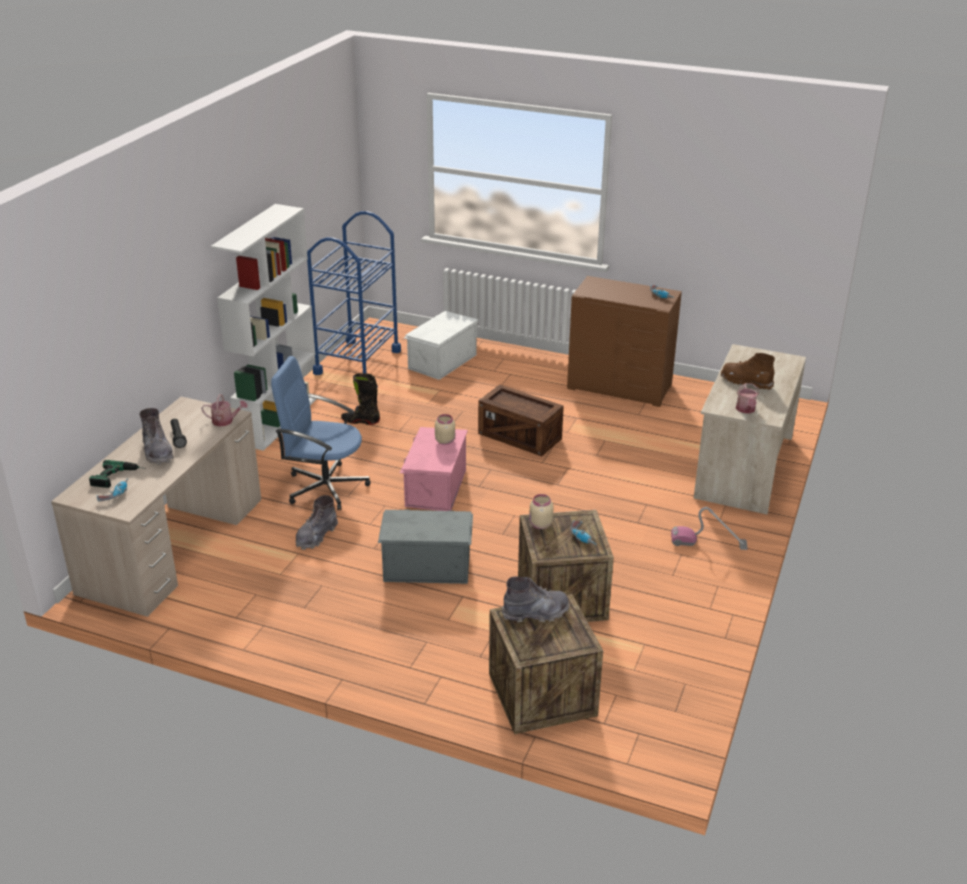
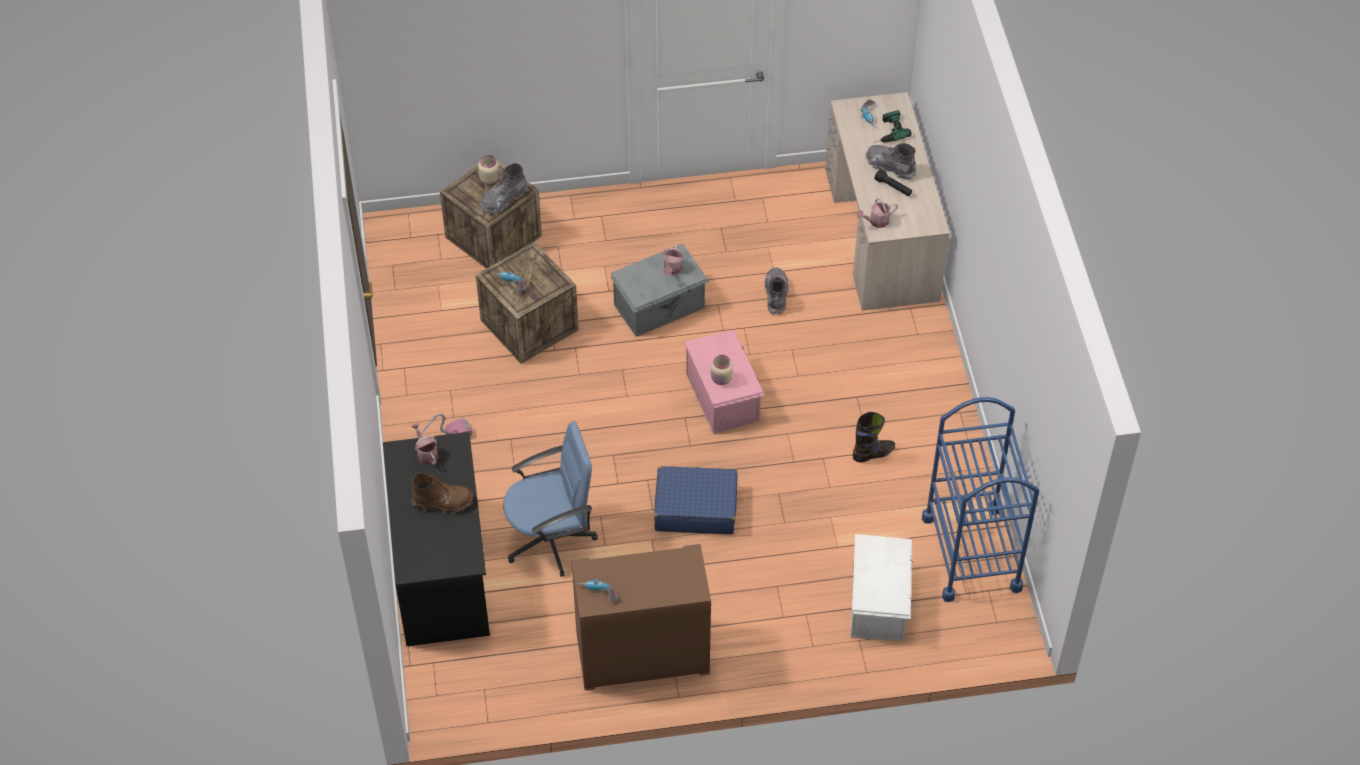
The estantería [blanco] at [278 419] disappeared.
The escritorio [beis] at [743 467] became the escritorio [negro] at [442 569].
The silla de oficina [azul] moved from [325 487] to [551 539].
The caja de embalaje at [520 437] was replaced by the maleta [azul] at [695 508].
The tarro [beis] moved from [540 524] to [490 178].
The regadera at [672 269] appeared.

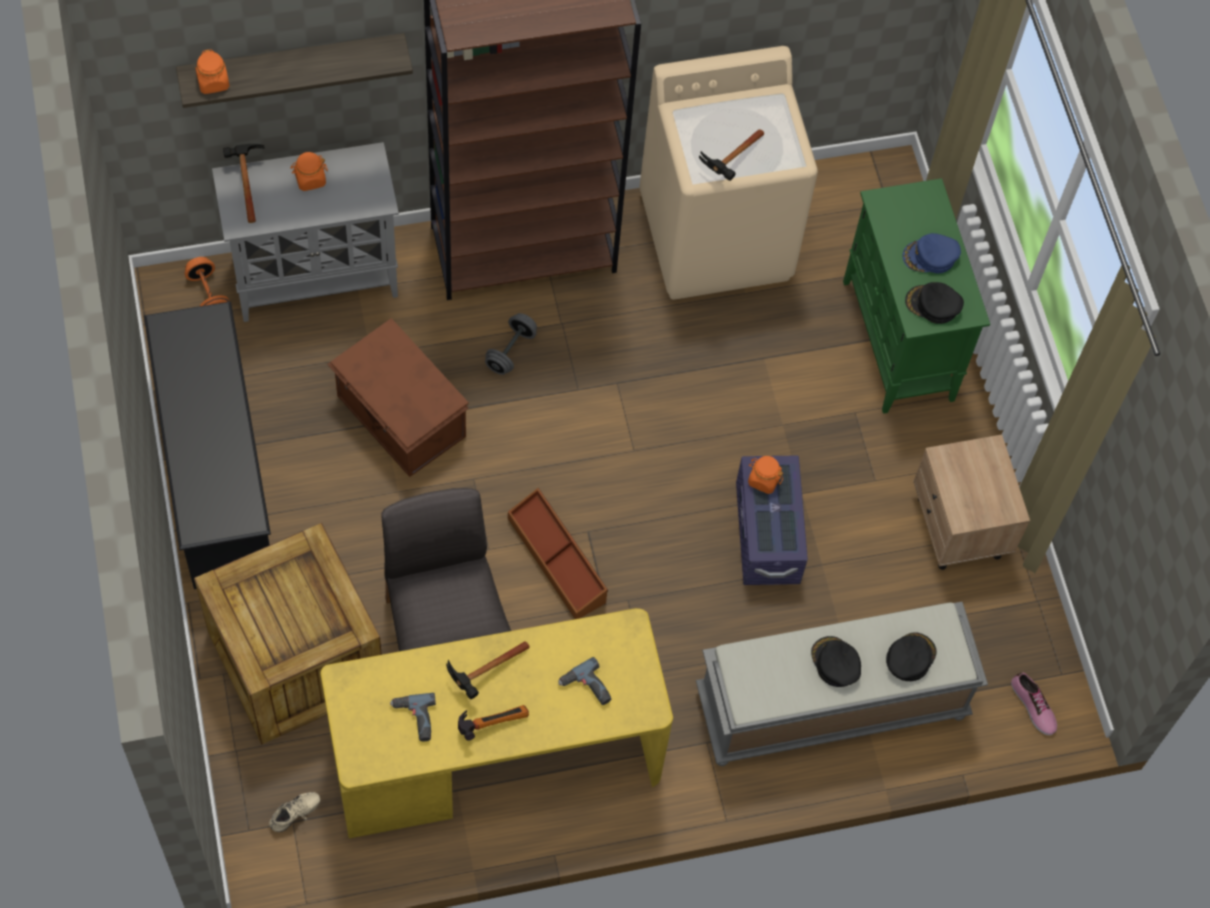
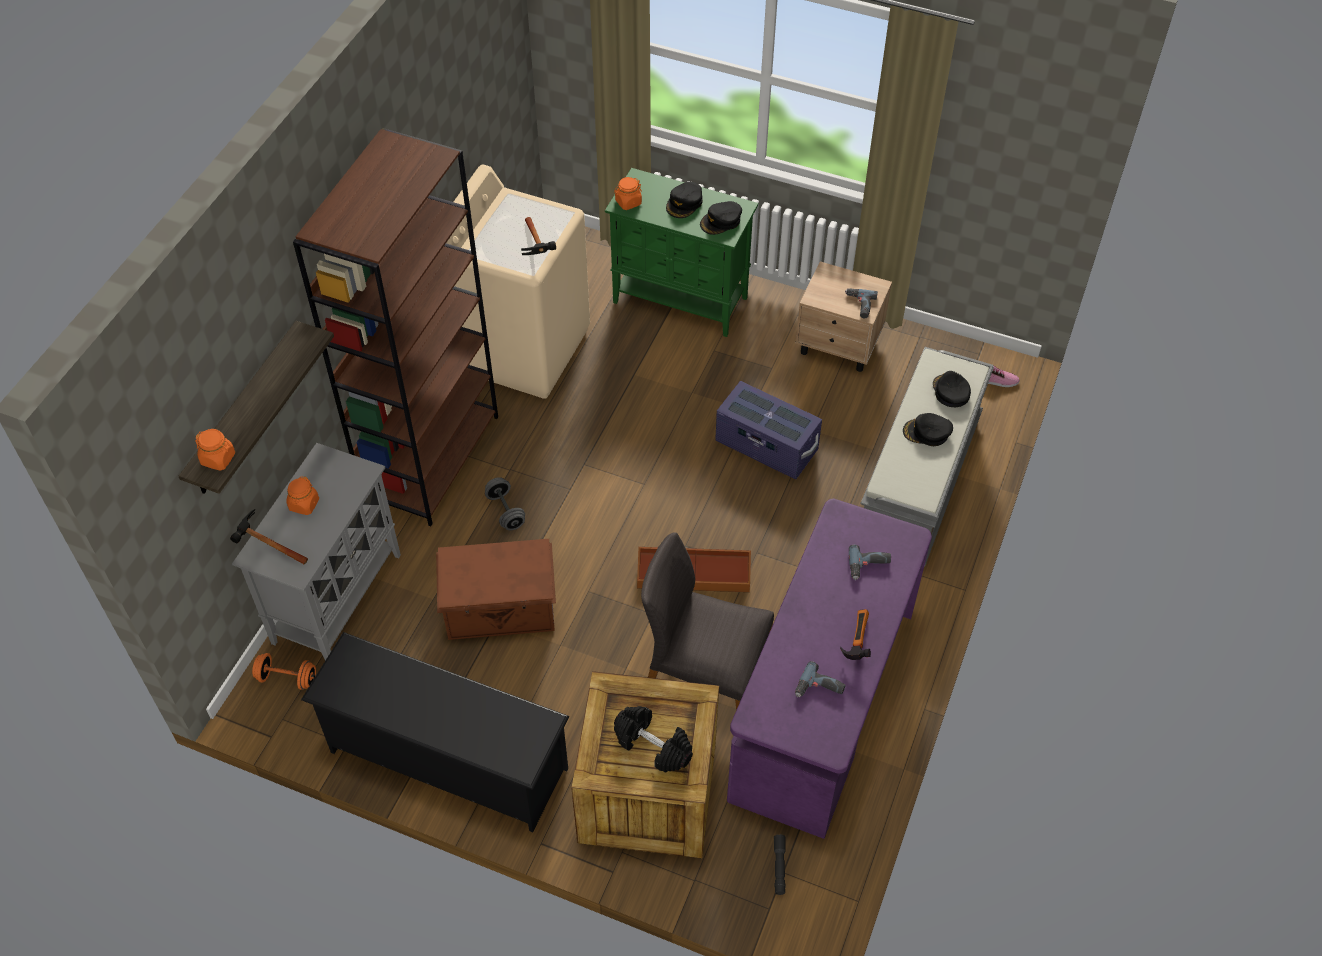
The gorra [azul] at [930 257] became the gorra [negro] at [684 203].
The tarro [naranja] moved from [763 480] to [628 202].
The escritorio [amarillo] at [495 758] became the escritorio [morado] at [823 703].
The martillo at [482 676] disappeared.
The zapato [beis] at [296 815] was replaced by the linterna [gris] at [779 866].
The taladro at [859 305] appeared.
The mancuerna [negro] at [653 746] appeared.

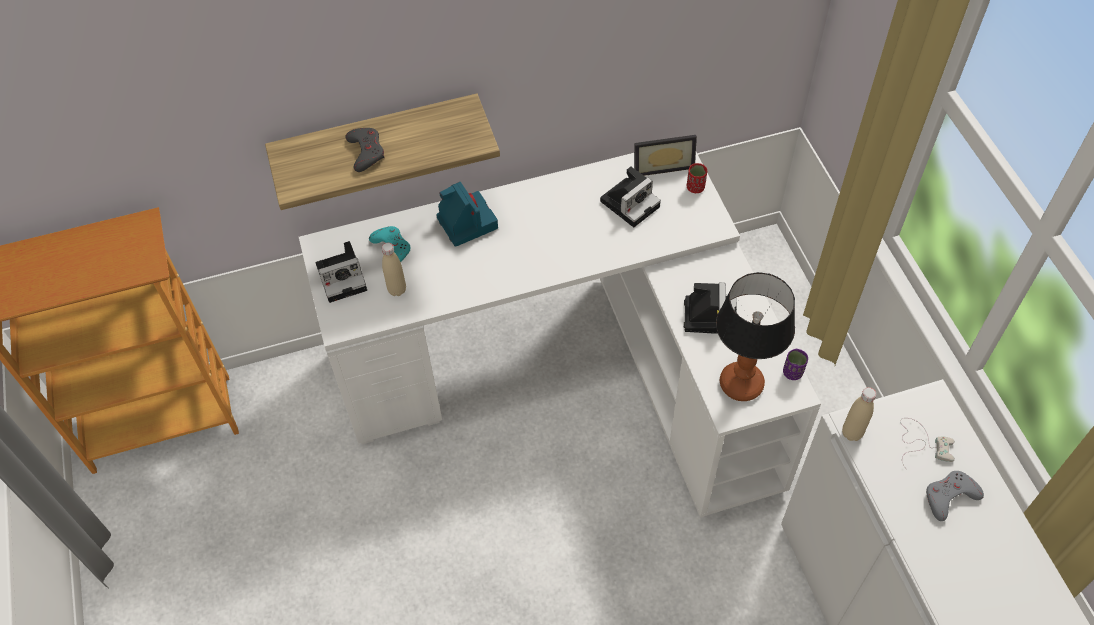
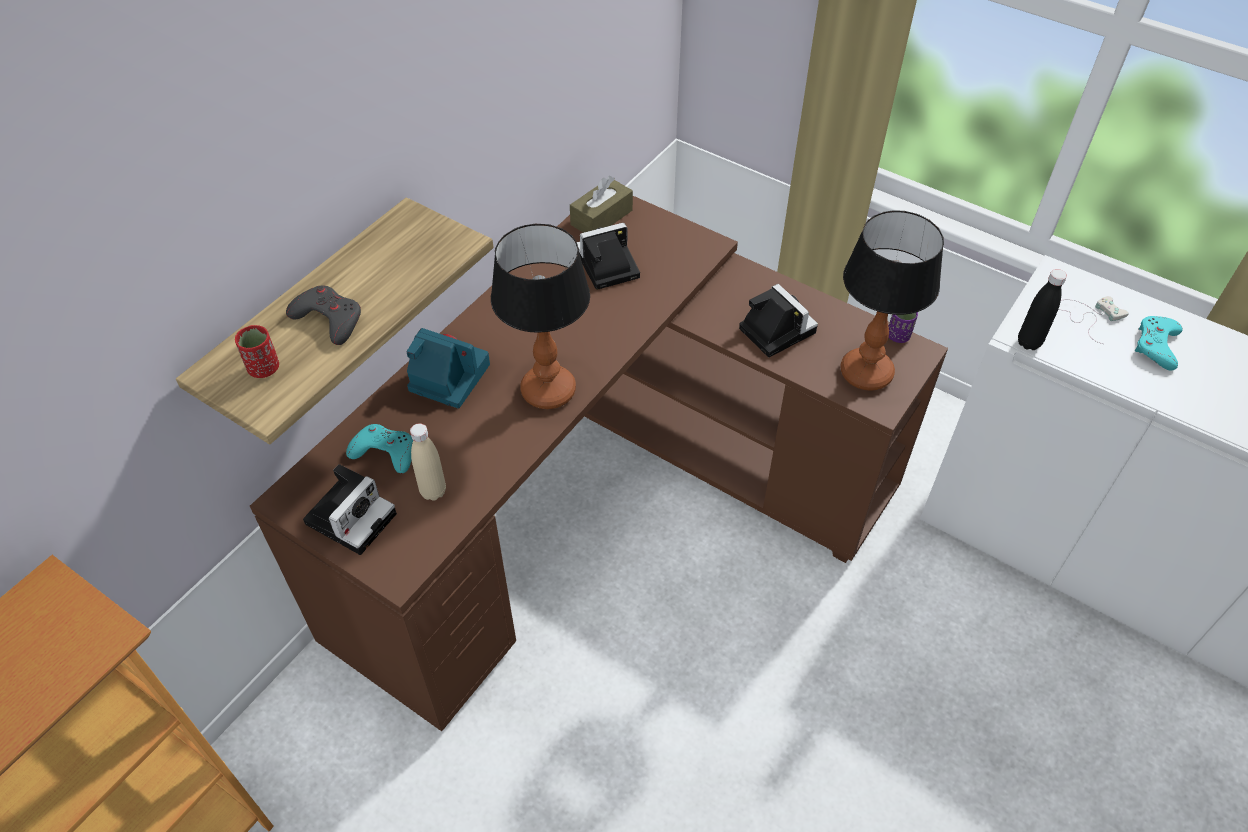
The portarretratos at [662 164] was replaced by the caja de pañuelos [marrón] at [601 217].
The escritorio [blanco] at [573 369] became the escritorio [marrón] at [603 503].
The taza [rojo] moved from [695 187] to [264 368].
The cámara at [630 202] turned 120 degrees counterclockwise.
The botella [beis] at [852 433] became the botella [negro] at [1029 342].
The mando de consola [gris] at [949 497] became the mando de consola [turquesa] at [1156 346].
The lámpara de mesa at [547 391] appeared.

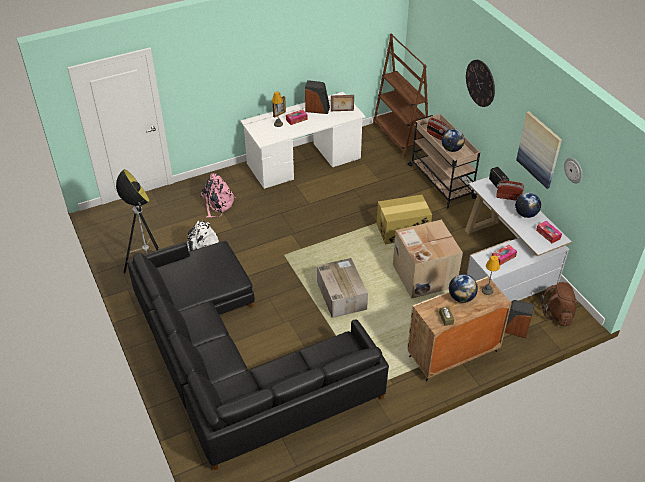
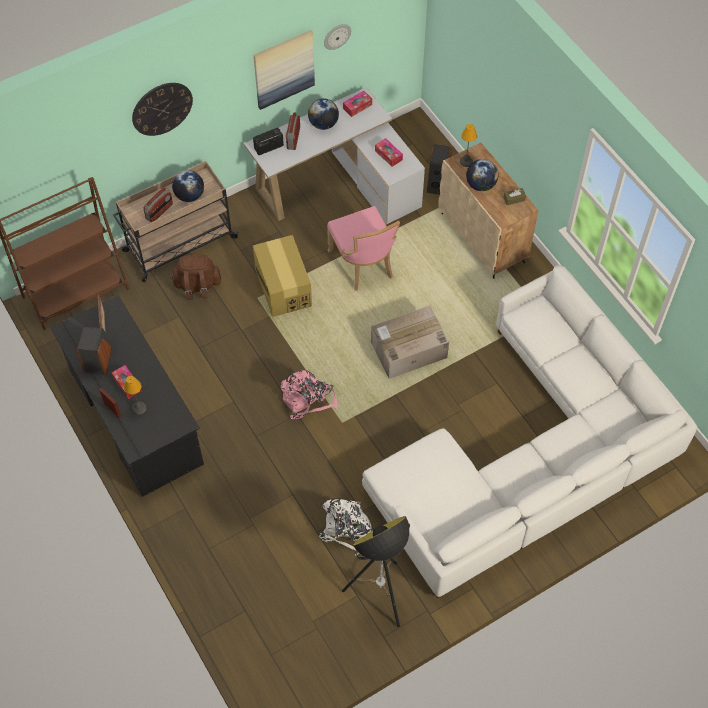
The escritorio [blanco] at [303 161] became the escritorio [negro] at [135 417].
The mochila [rosa] moved from [217 204] to [307 399].
The caja de cartón at [423 275] was replaced by the silla [rosa] at [363 265].
The sofá [negro] at [235 361] became the sofá [blanco] at [530 455].
The mochila [marrón] moved from [558 314] to [197 286].

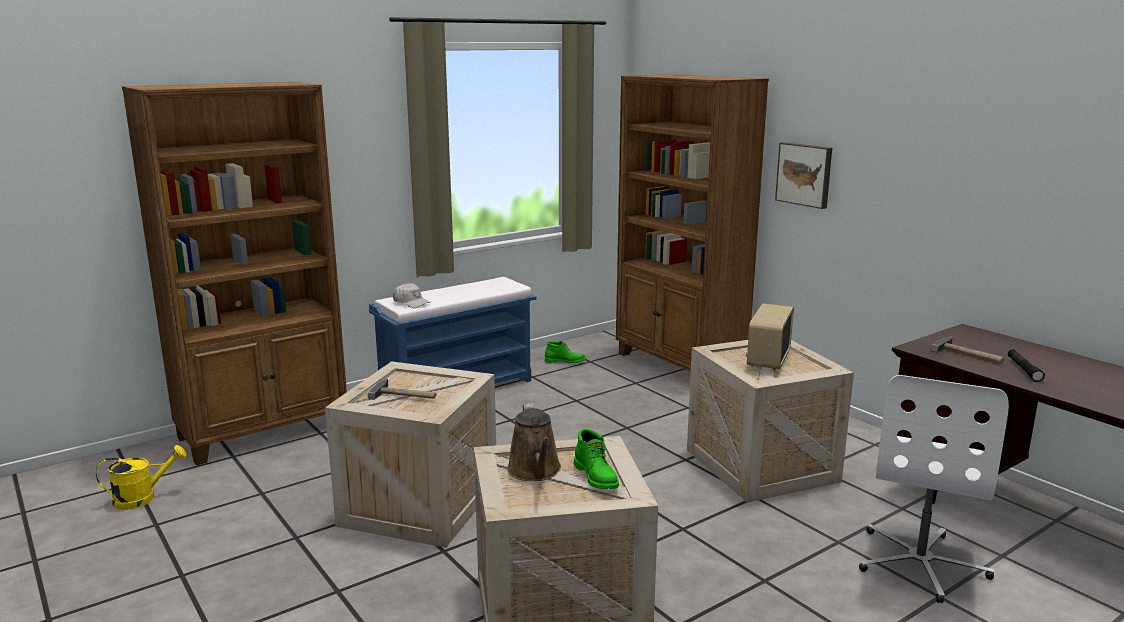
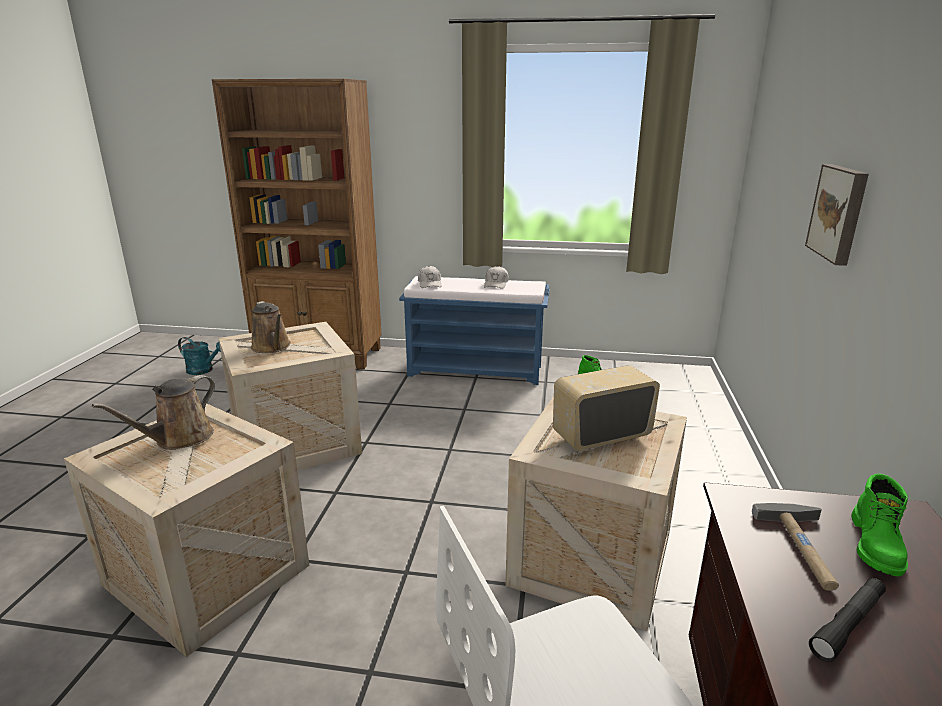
The estantería [marrón] at [679 365] disappeared.
The martillo at [405 395] was replaced by the regadera [marrón] at [272 347].
The bota [verde] moved from [597 477] to [877 546].
The regadera [amarillo] at [142 498] became the regadera [turquesa] at [204 370].
The gorra [blanco] at [496 284] appeared.

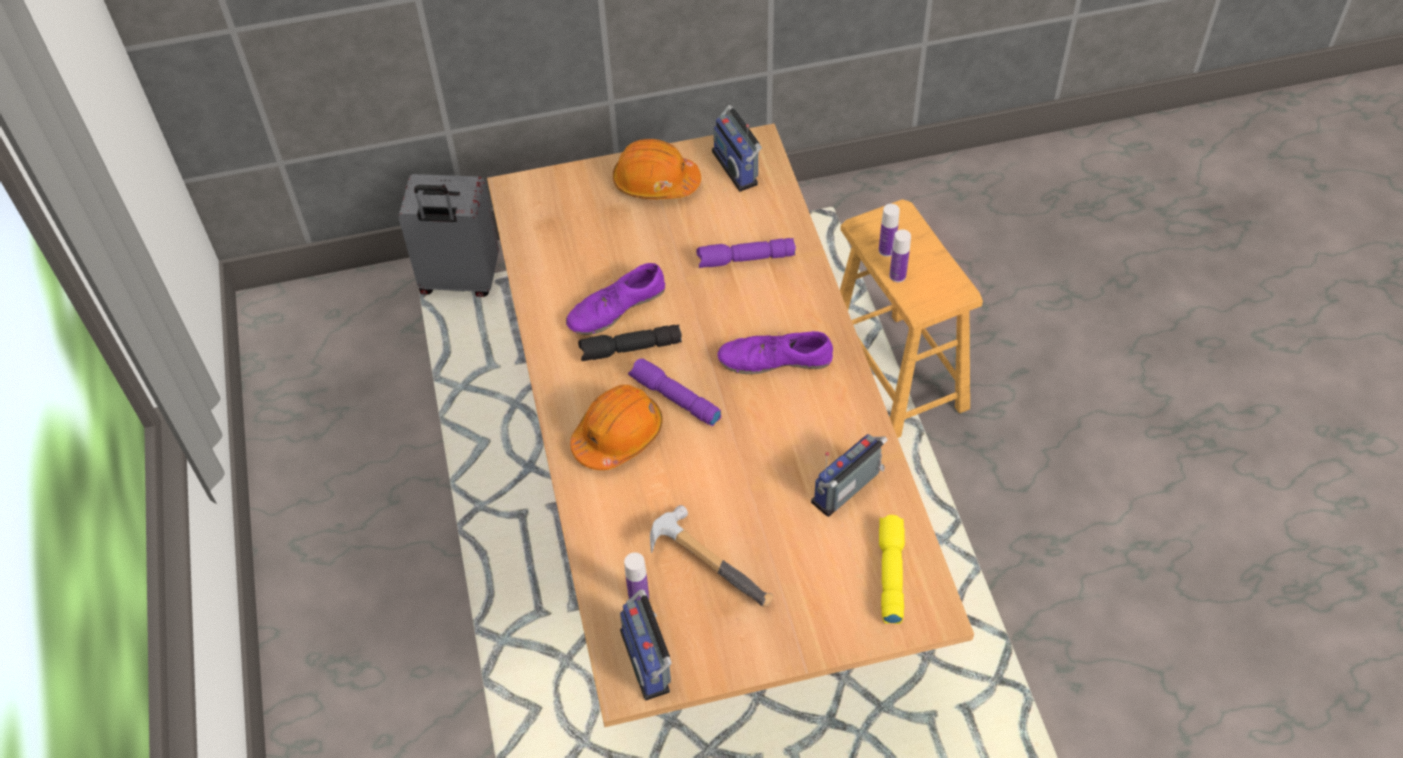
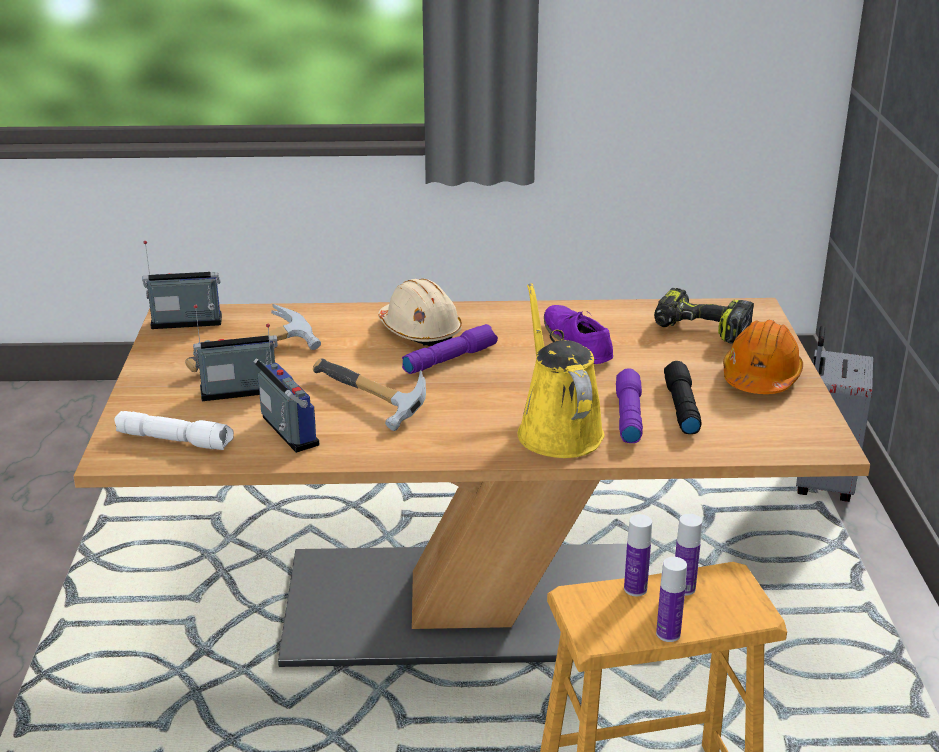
The radio moved from [738 167] to [240 393].
The linterna [negro] moved from [630 349] to [680 407].
The zapato [morado] at [775 359] disappeared.
The casco [naranja] at [618 435] became the casco [beis] at [420 331].
The linterna [amarillo] at [890 573] became the linterna [blanco] at [176 440].
The botella moved from [639 597] to [668 634].
The regadera [amarillo] at [557 430] appeared.
The taladro at [699 330] appeared.
The martillo at [366 402] appeared.

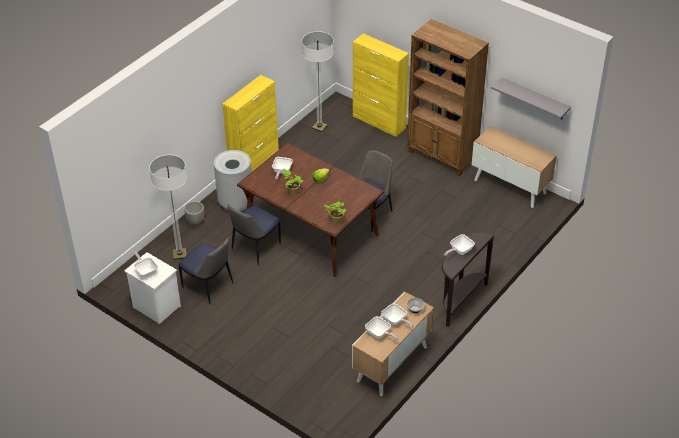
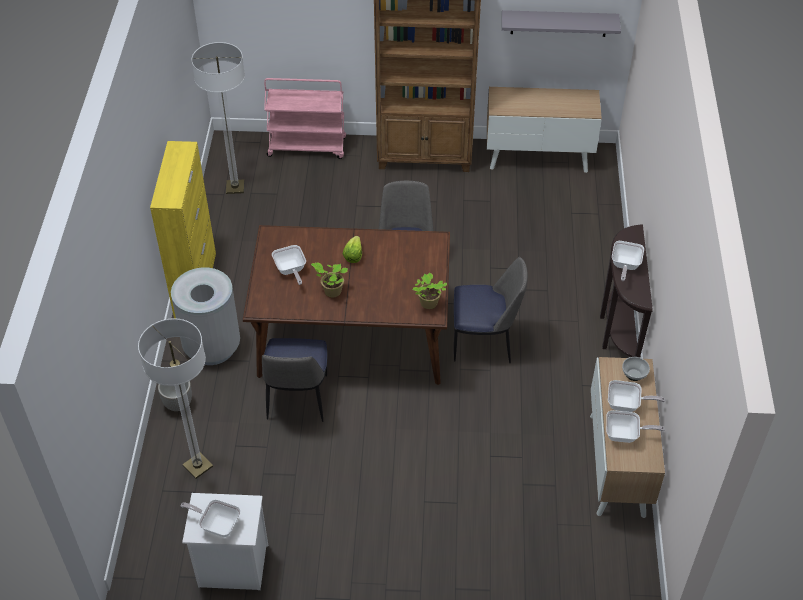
The armario [amarillo] at [379 122] was replaced by the carrito [rosa] at [307 147].
The silla moved from [209 286] to [484 342].

